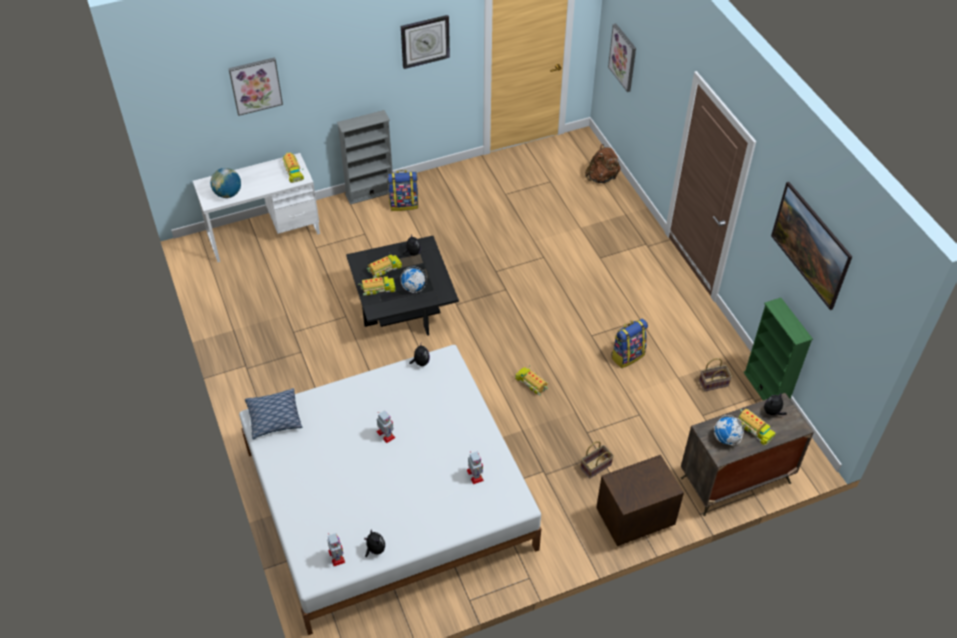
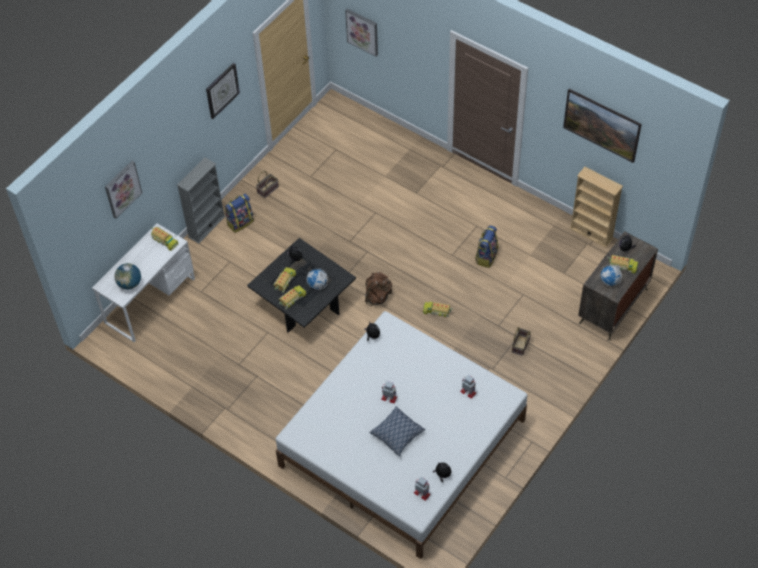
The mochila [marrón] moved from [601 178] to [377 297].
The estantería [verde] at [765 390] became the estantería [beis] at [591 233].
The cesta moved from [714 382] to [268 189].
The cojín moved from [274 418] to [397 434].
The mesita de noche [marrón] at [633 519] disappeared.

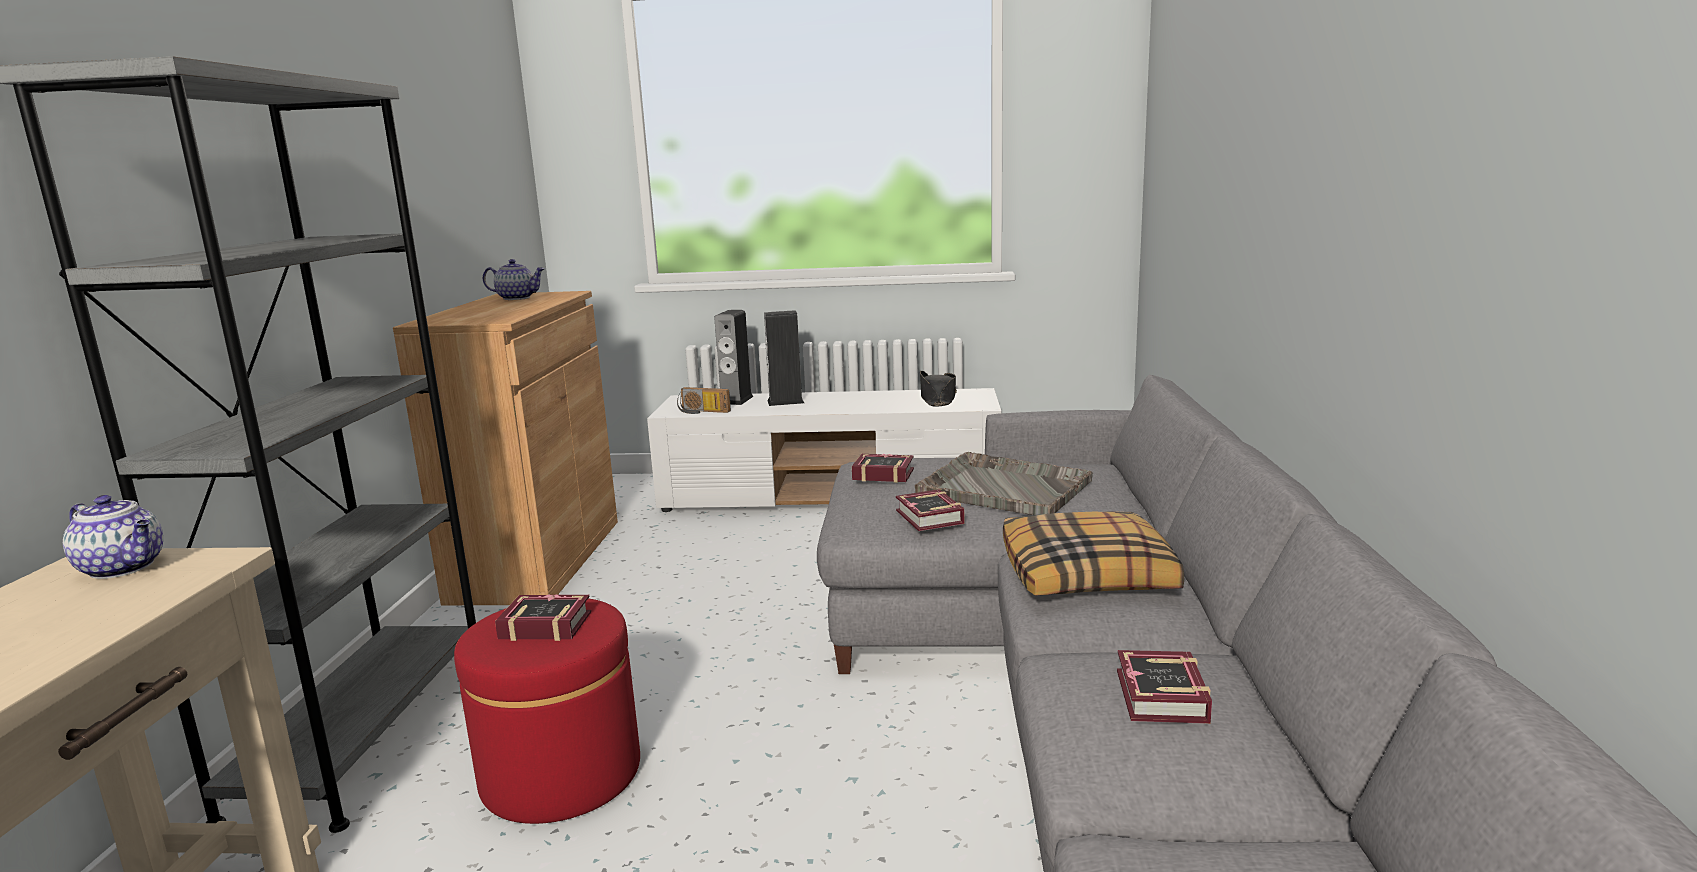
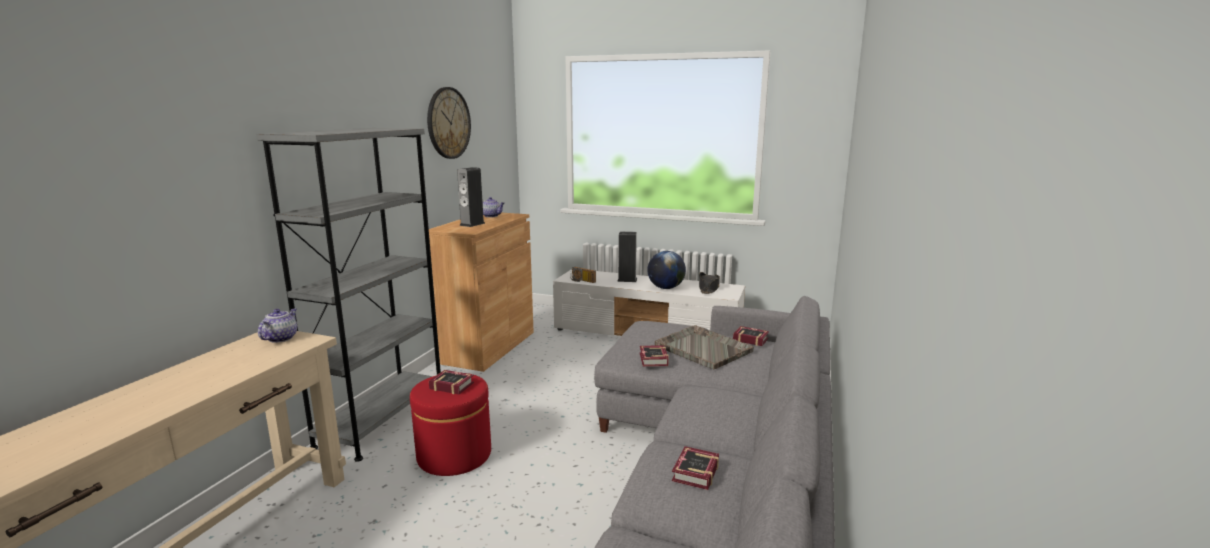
The altavoz moved from [736 400] to [472 224].
The libro moved from [881 474] to [749 339].
The tetera at [124 568] turned 120 degrees counterclockwise.
The cojín at [1088 574] disappeared.
The reloj de pared at [448 123] appeared.
The globo terráqueo at [666 288] appeared.

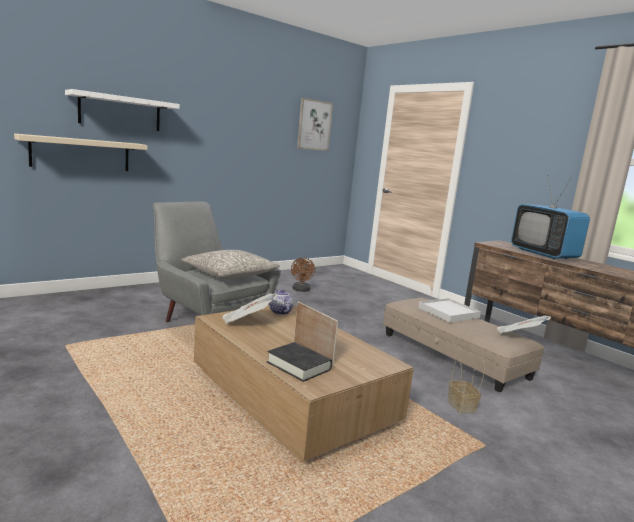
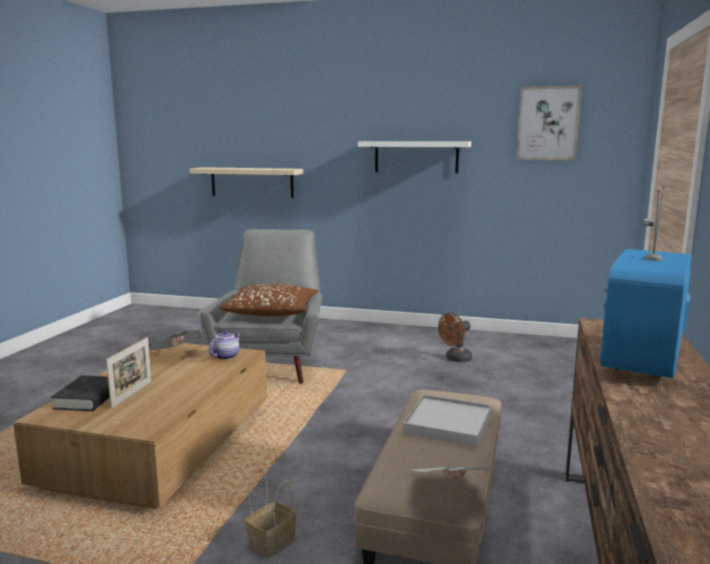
The estante [blanco] moved from [120 112] to [416 157].
The cojín [gris] at [230 274] became the cojín [marrón] at [272 312].

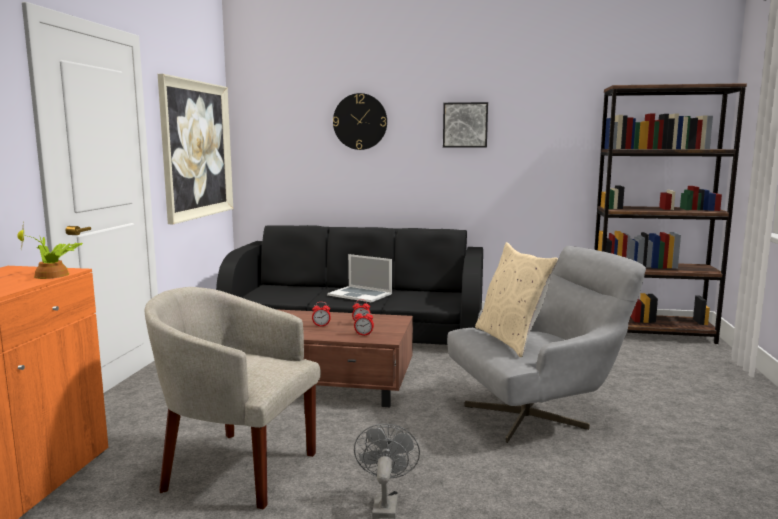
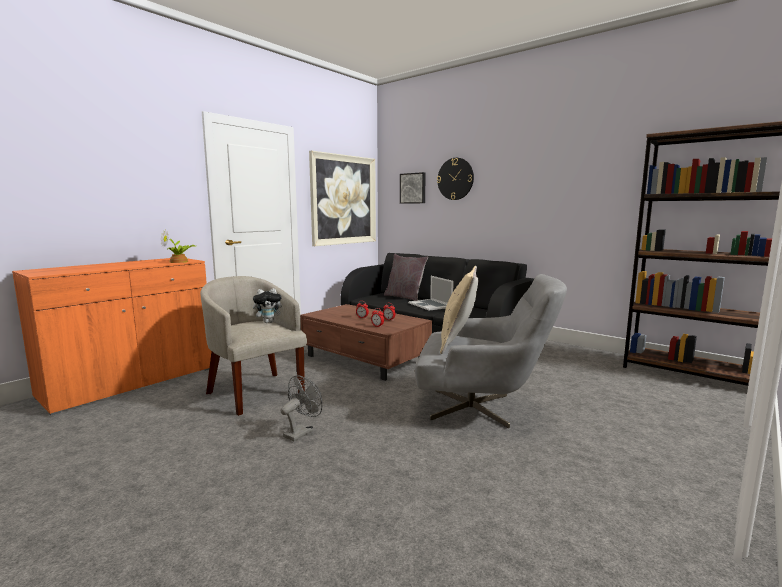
The cuadro moved from [465 125] to [413 188].
The cojín [gris] at [405 297] appeared.
The peluche at [269 322] appeared.

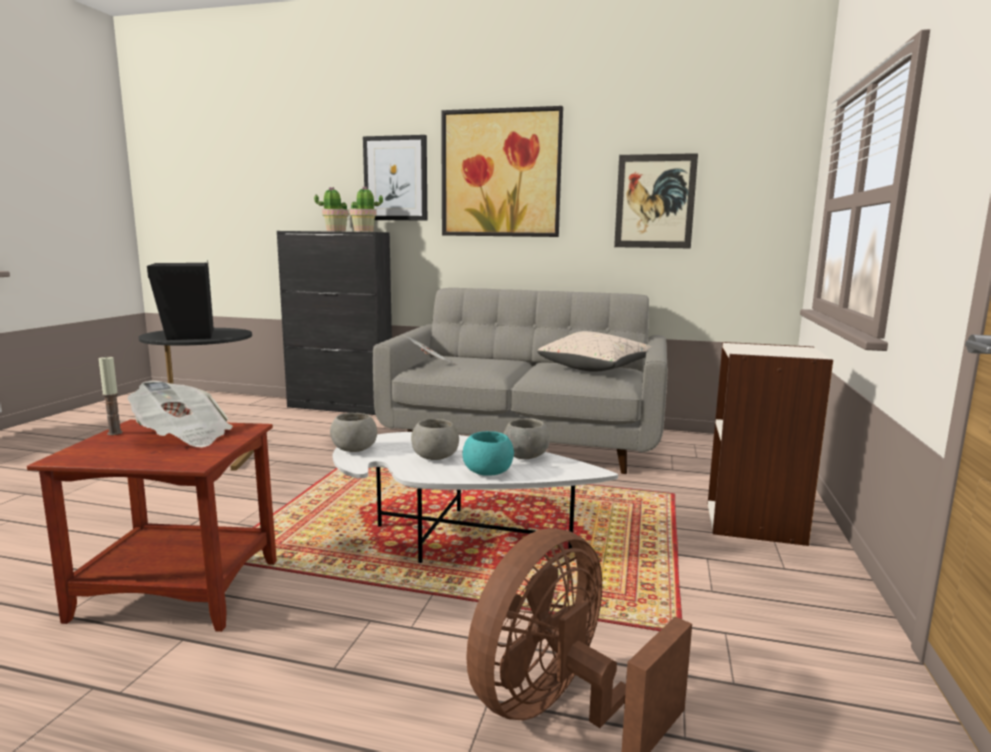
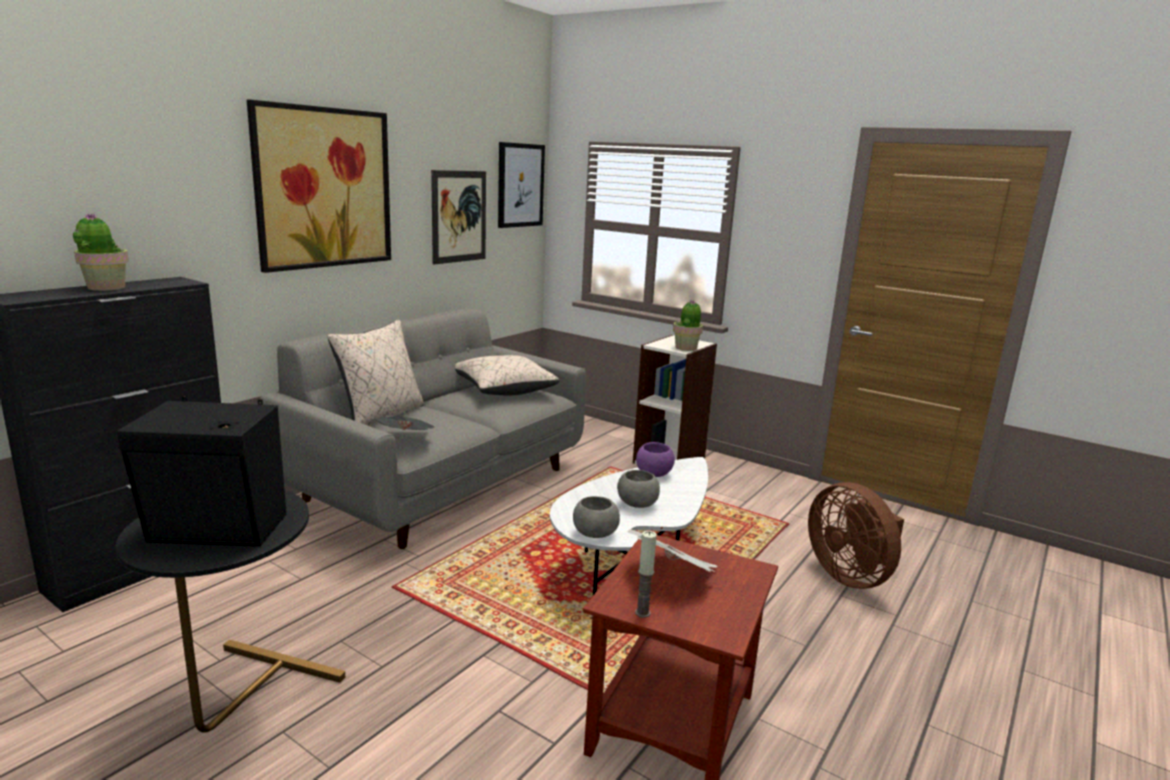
The cuadro moved from [396 178] to [520 185].
The planta en maceta moved from [364 231] to [686 348].
The cuenco [gris] at [526 457] became the cuenco [morado] at [654 474].
The cuenco [turquesa] at [487 473] disappeared.
The cojín [beis] at [381 415] appeared.

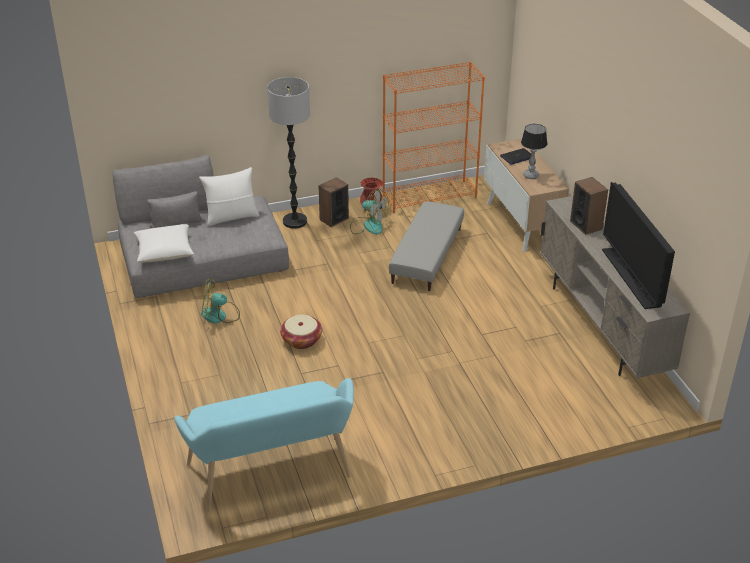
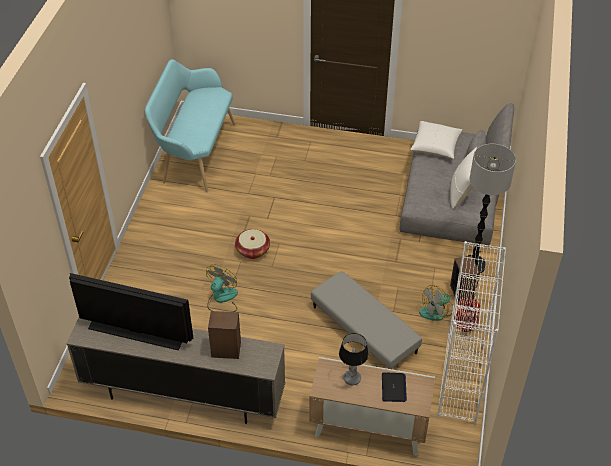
The estantería [naranja] at [430 196] became the estantería [blanco] at [461 380].
The ventilador moved from [220 315] to [222 299].
The cesta moved from [301 340] to [252 250].

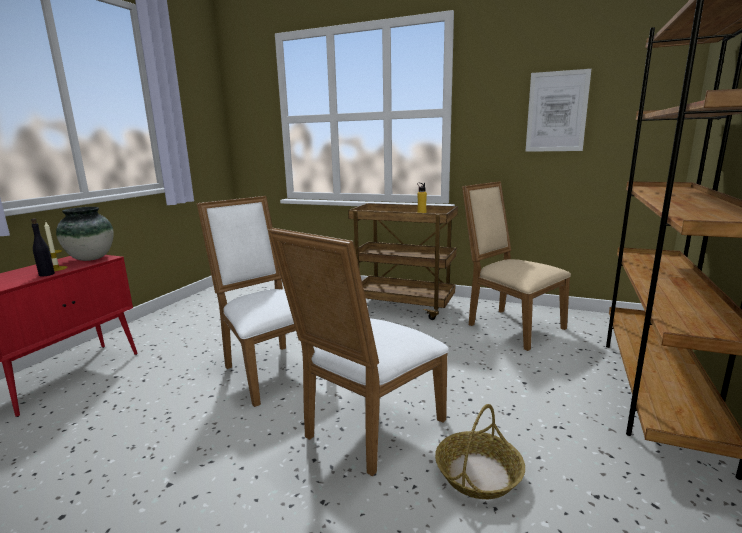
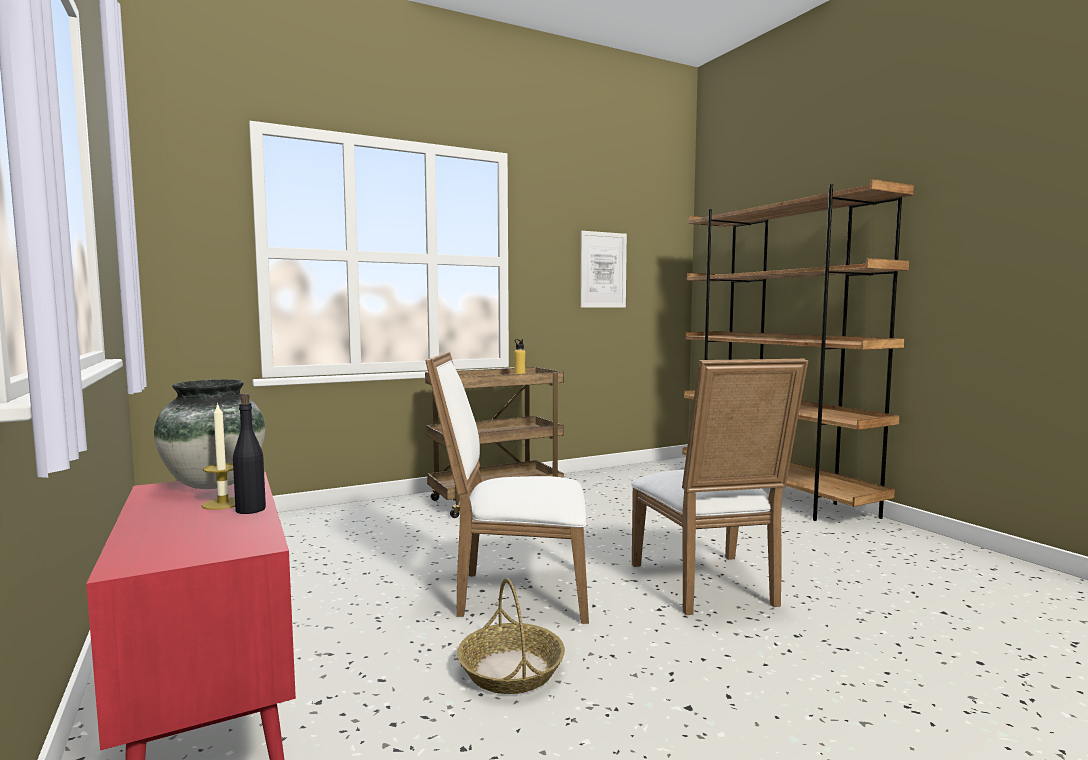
The silla [beis] at [510 326] disappeared.
The cesta moved from [478 473] to [510 670].

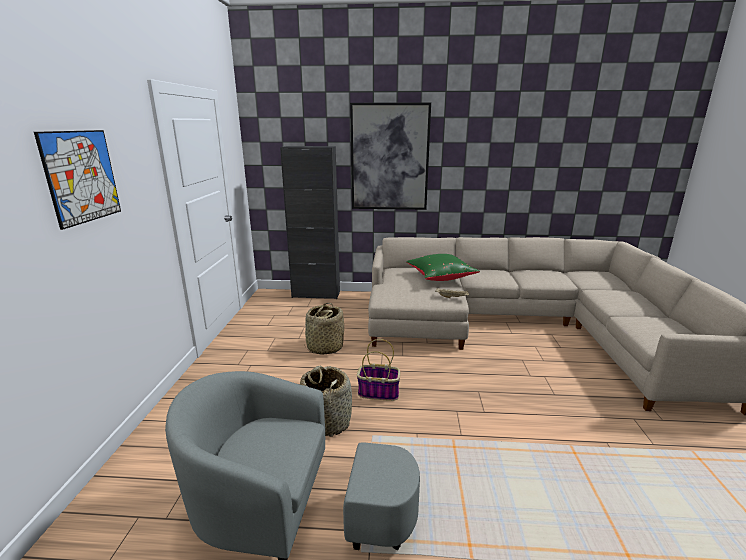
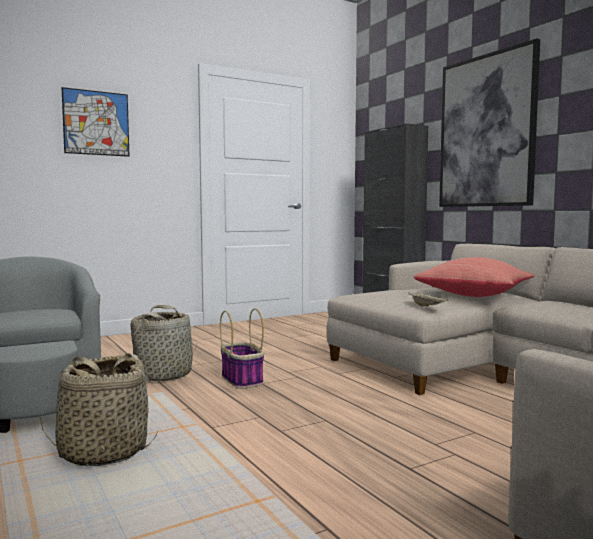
The cojín [verde] at [440 277] became the cojín [rojo] at [475 295].
The cesta moved from [324 347] to [103 452].

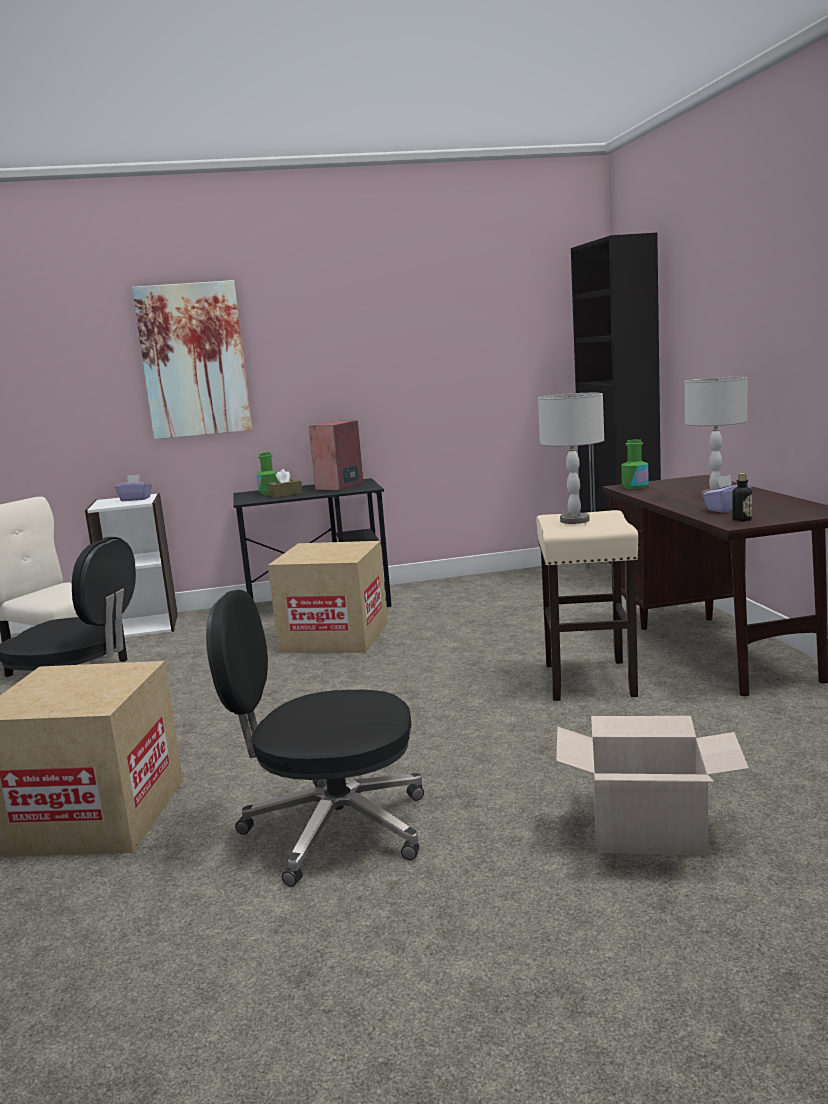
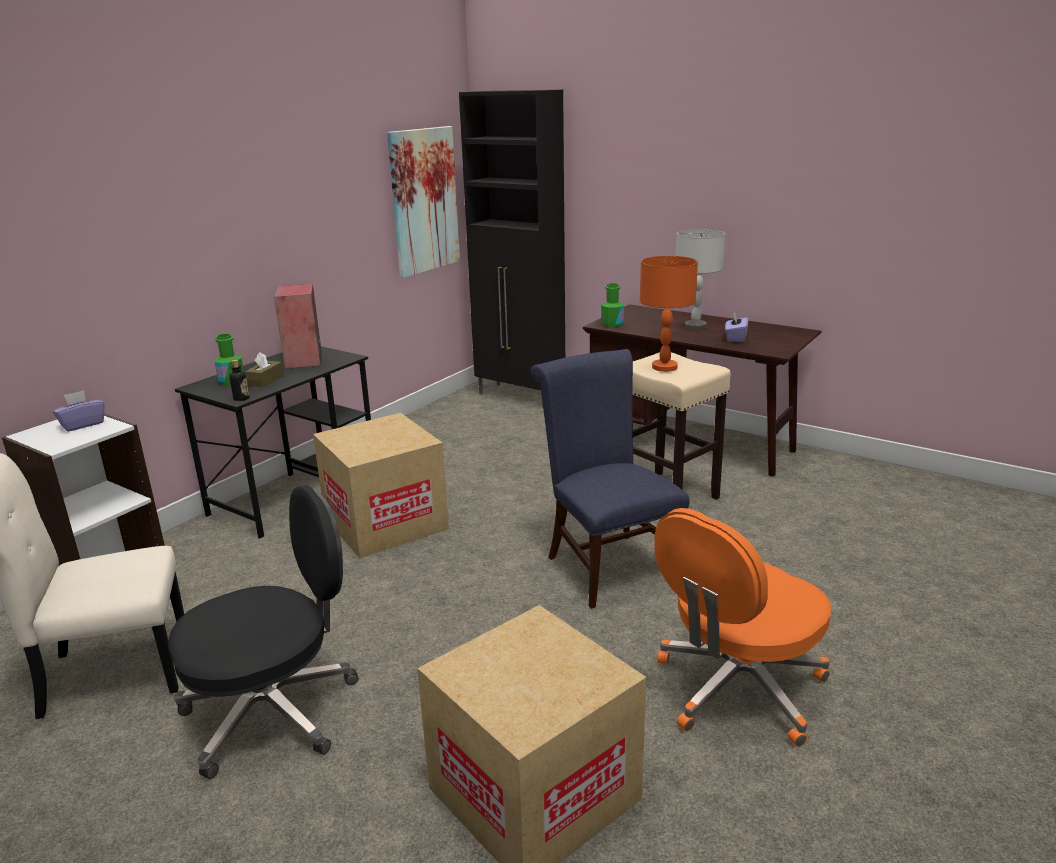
The cuadro moved from [194 360] to [424 201].
The lámpara de mesa [gris] at [575 520] became the lámpara de mesa [naranja] at [665 367].
The botella moved from [742 520] to [241 398].
The silla de oficina [negro] at [332 829] became the silla de oficina [naranja] at [737 689].
The caja de cartón at [647 832] disappeared.
The silla [azul] at [607 565] appeared.

